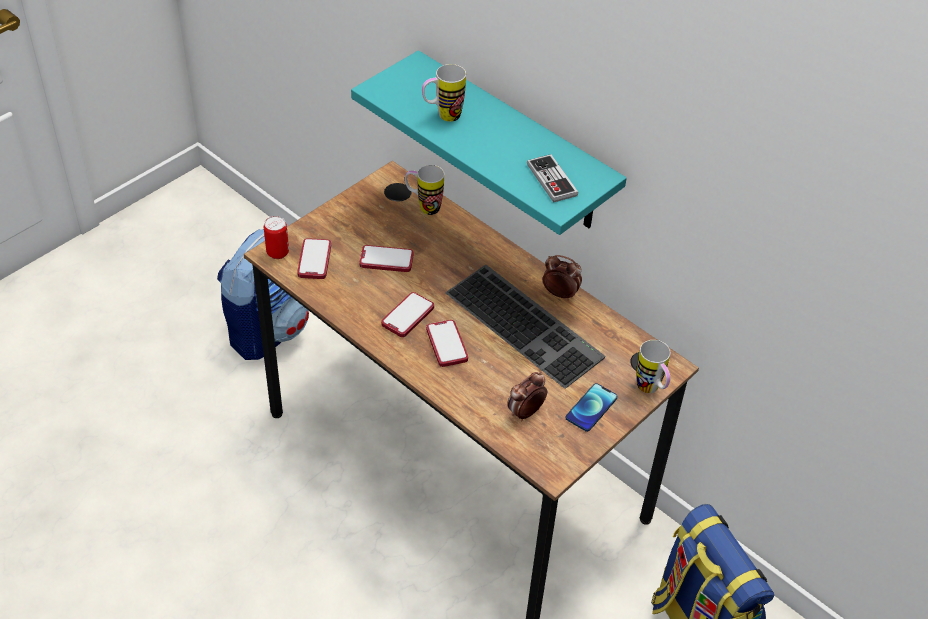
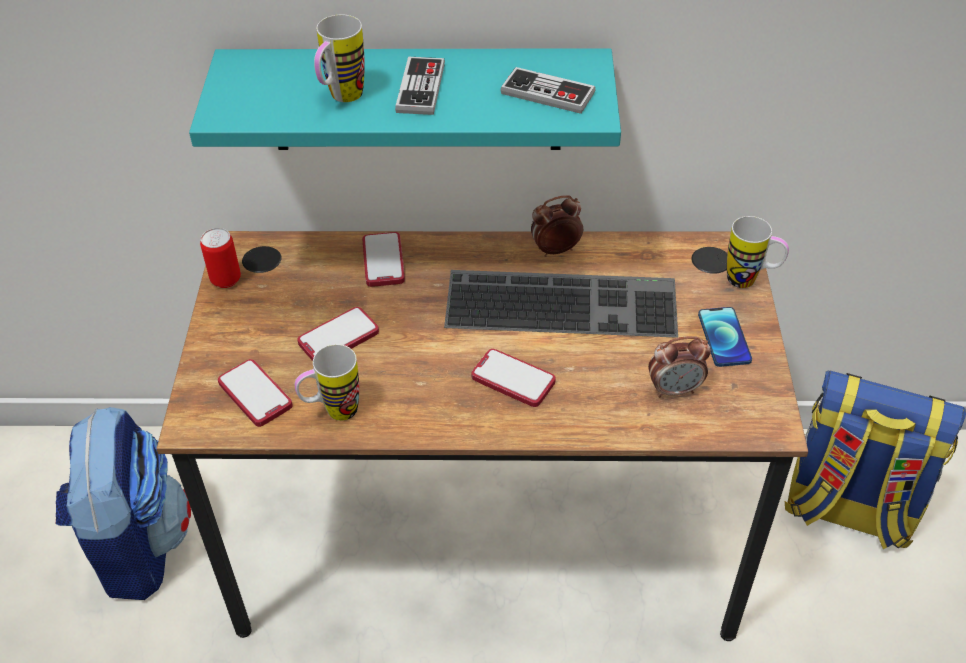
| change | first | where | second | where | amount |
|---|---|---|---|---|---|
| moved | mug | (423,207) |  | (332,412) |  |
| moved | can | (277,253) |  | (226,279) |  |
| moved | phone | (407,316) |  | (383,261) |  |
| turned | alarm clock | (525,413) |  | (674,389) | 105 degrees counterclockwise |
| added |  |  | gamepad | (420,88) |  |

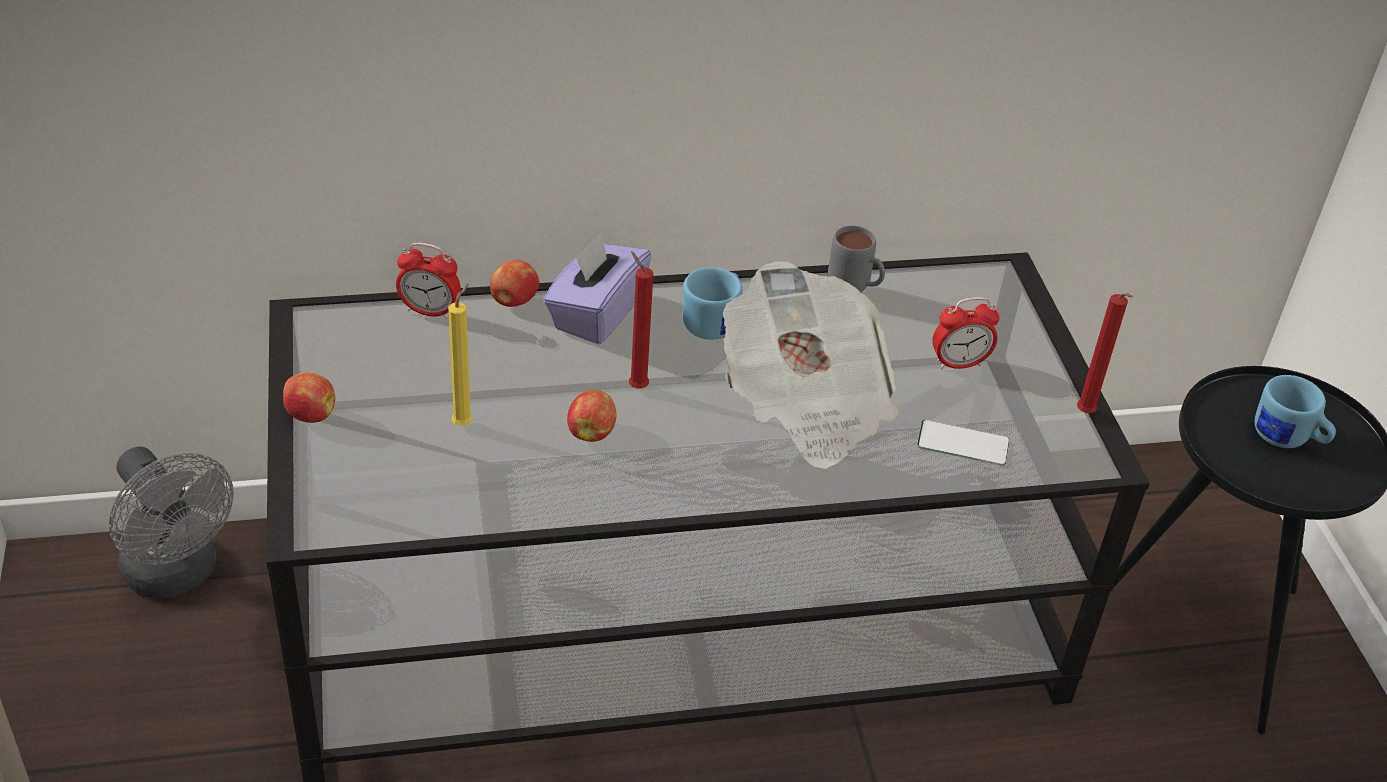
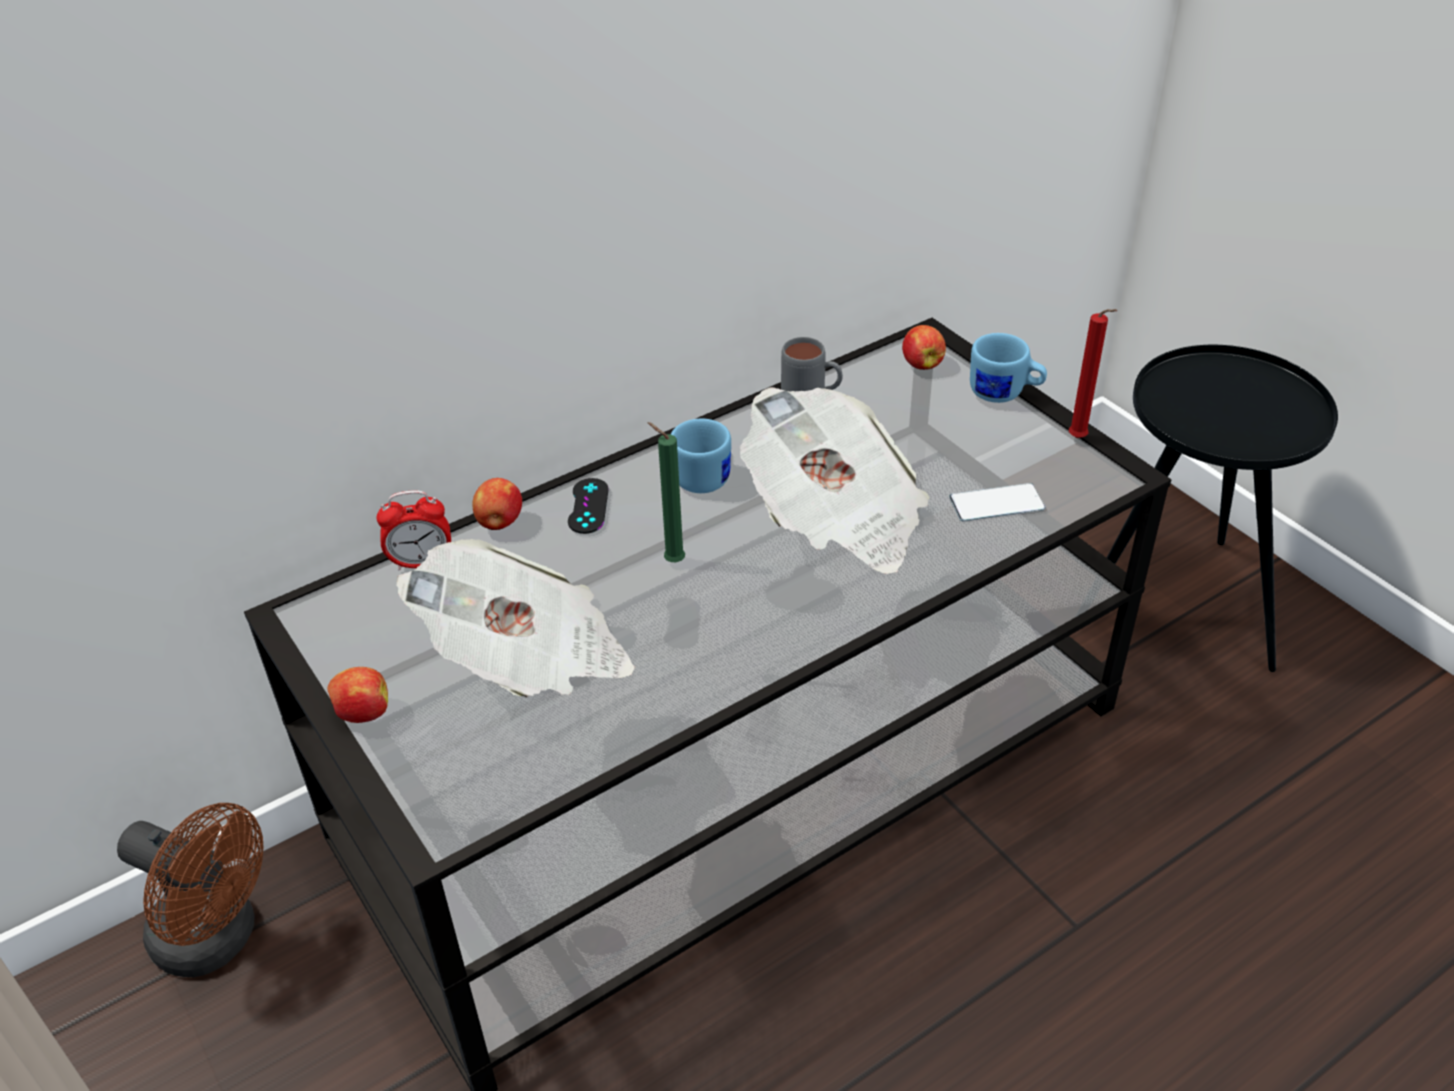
| change | first | where | second | where | amount |
|---|---|---|---|---|---|
| replaced | purple box of tissues | (596,314) | black-coloured gamepad | (588,506) |  |
| recoloured | red-coloured wax candle | (636,386) | green wax candle | (671,561) |  |
| replaced | yellow wax candle | (464,423) | newspaper | (528,660) |  |
| removed | alarm clock | (959,363) |  |  |  |
| moved | blue mug | (1287,439) |  | (1004,394) |  |
| moved | apple | (591,432) |  | (922,364) |  |
| recoloured | gray cooling fan | (177,575) | brownish cooling fan | (217,939) |  |

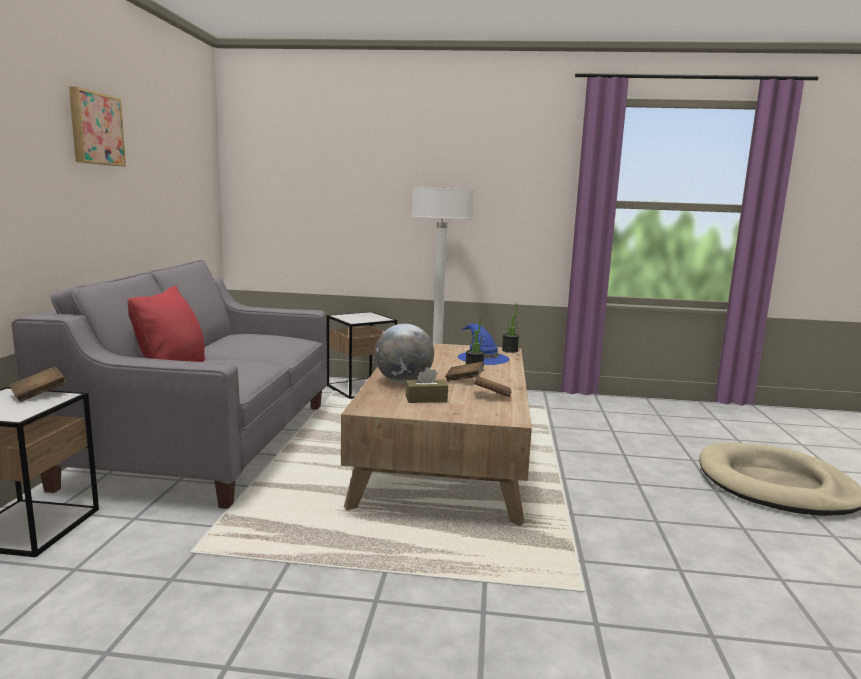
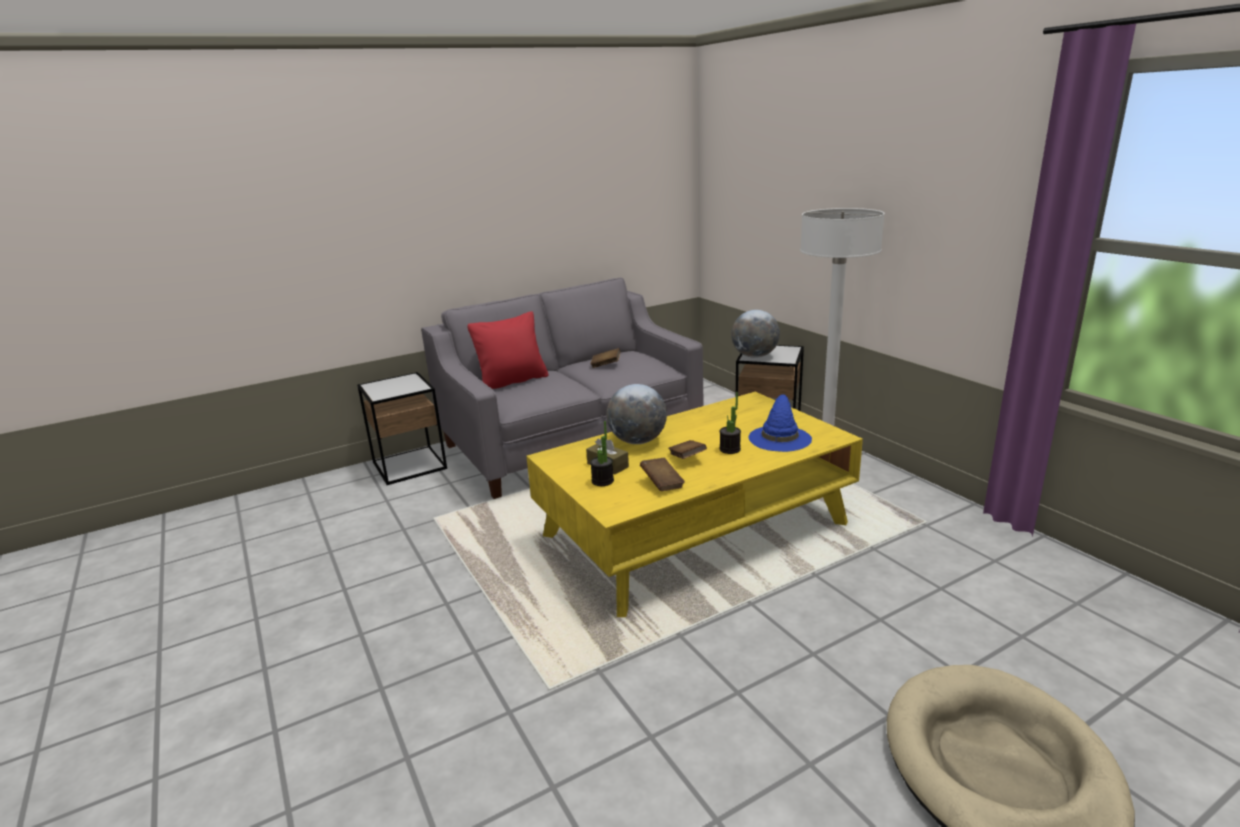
| change | first | where | second | where | amount |
|---|---|---|---|---|---|
| removed | picture | (95,129) |  |  |  |
| moved | houseplant | (510,350) |  | (602,481) |  |
| recoloured | brownish low table | (446,456) | yellow low table | (696,529) |  |
| moved | brownish bound book | (39,395) |  | (606,365) |  |
| added |  |  | globe | (754,356) |  |

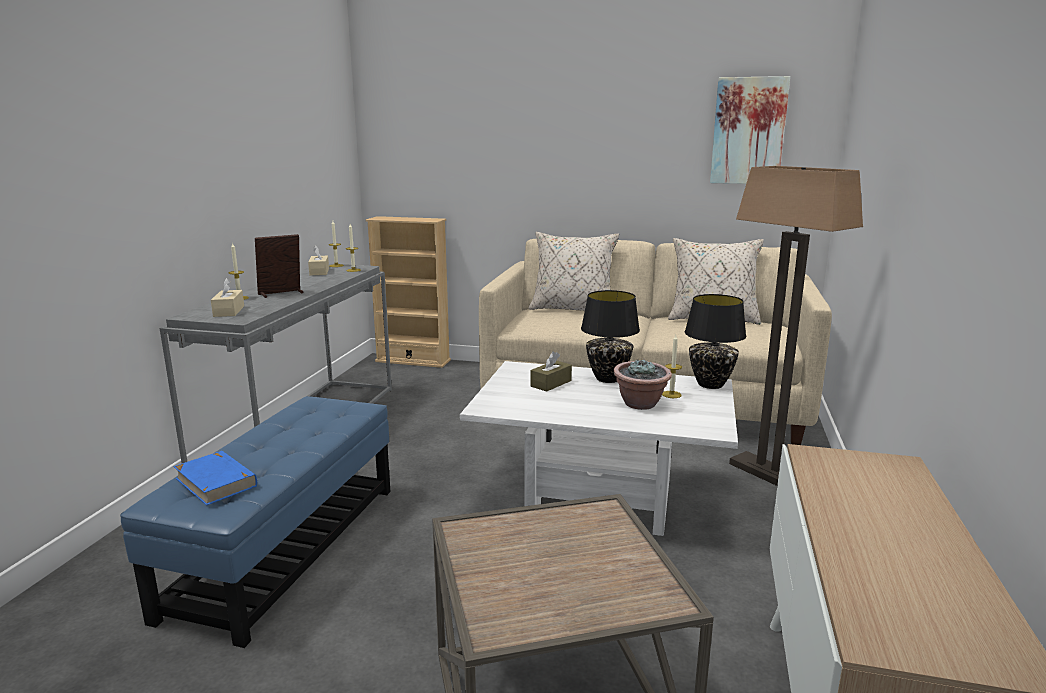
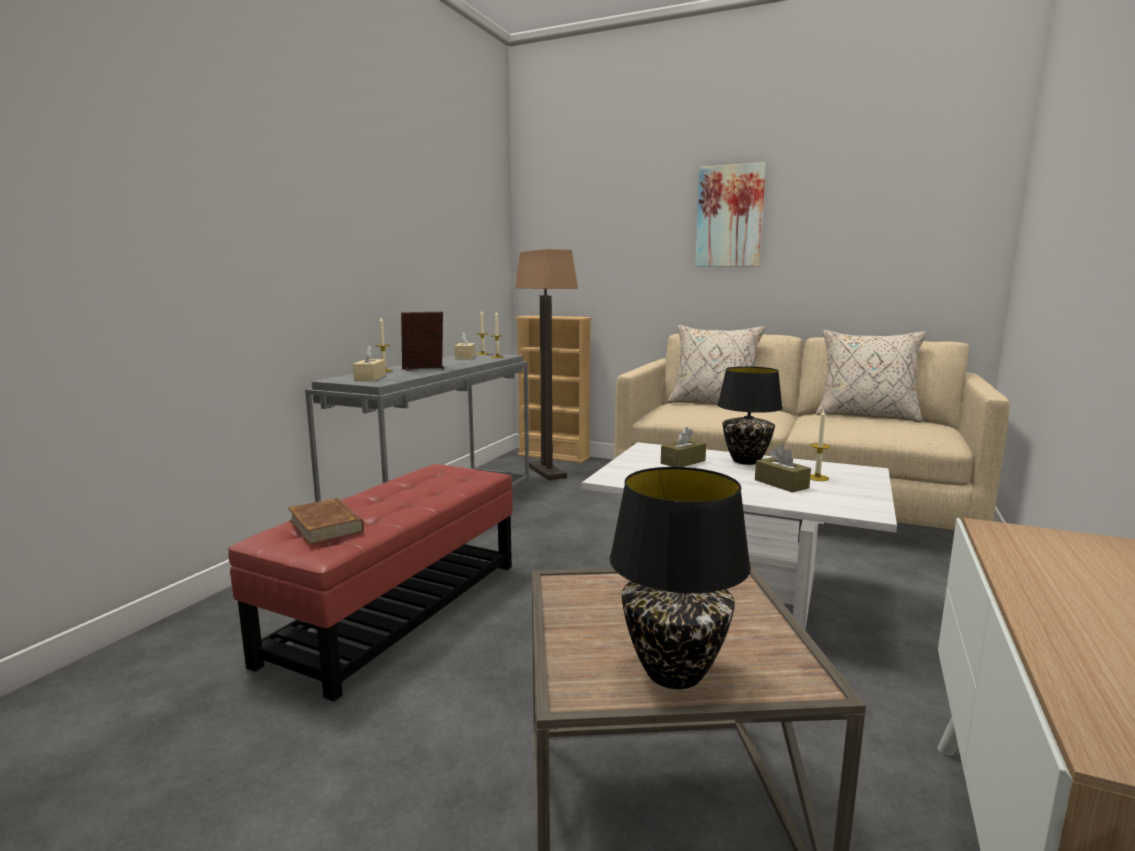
| change | first | where | second | where | amount |
|---|---|---|---|---|---|
| moved | picture | (748,131) |  | (730,216) |  |
| moved | standing lamp | (768,473) |  | (547,472) |  |
| moved | black-coloured lamp for a table | (711,385) |  | (674,674) |  |
| replaced | houseplant | (640,404) | brownish box of tissues | (781,484) |  |
| recoloured | blue footrest | (285,548) | red-coloured footrest | (397,609) |  |
| recoloured | blue bound book | (216,482) | brownish bound book | (326,526) |  |

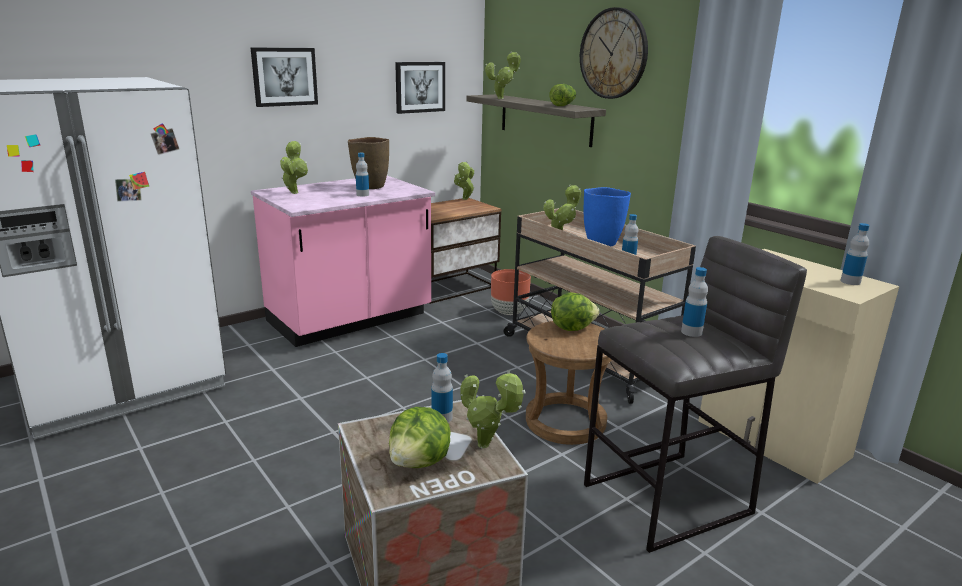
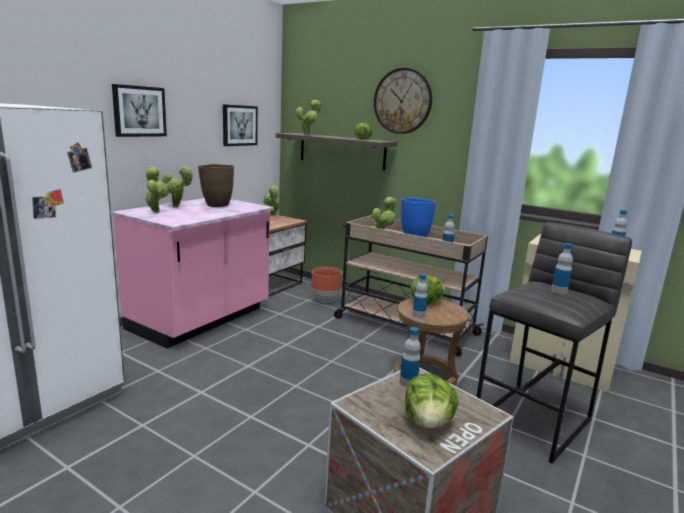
| change | first | where | second | where | amount |
|---|---|---|---|---|---|
| moved | beverage bottle | (362,195) |  | (418,315) |  |
| moved | houseplant | (487,446) |  | (177,206) |  |

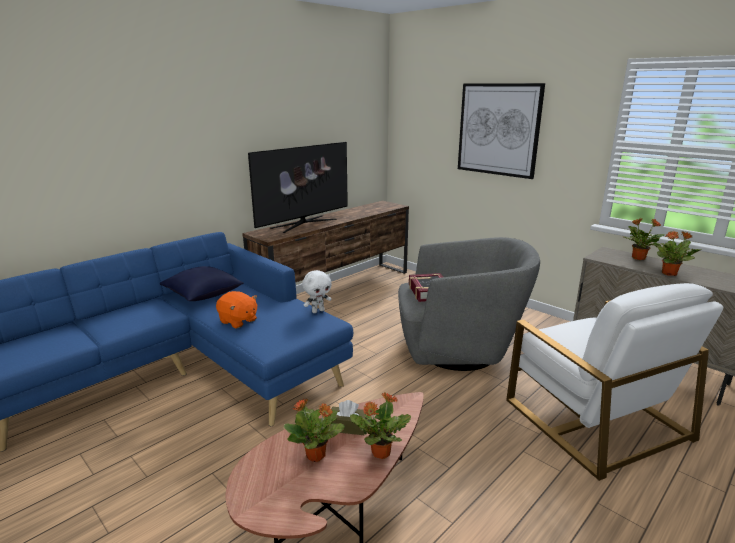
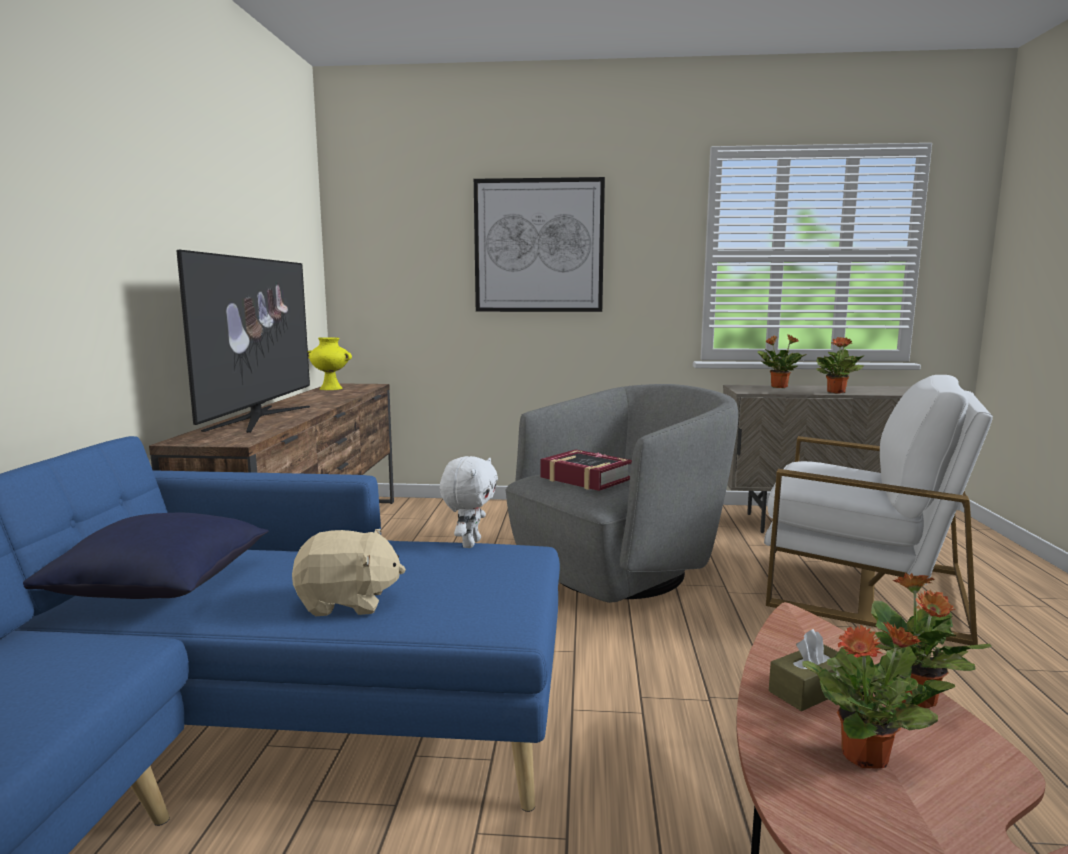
| change | first | where | second | where | amount |
|---|---|---|---|---|---|
| recoloured | orange-coloured plush toy | (238,321) | beige plush toy | (348,602) |  |
| added |  |  | yellow decorative vase | (331,388) |  |

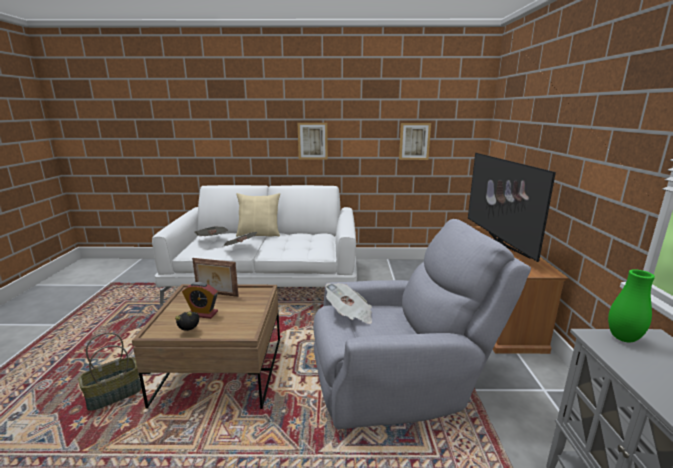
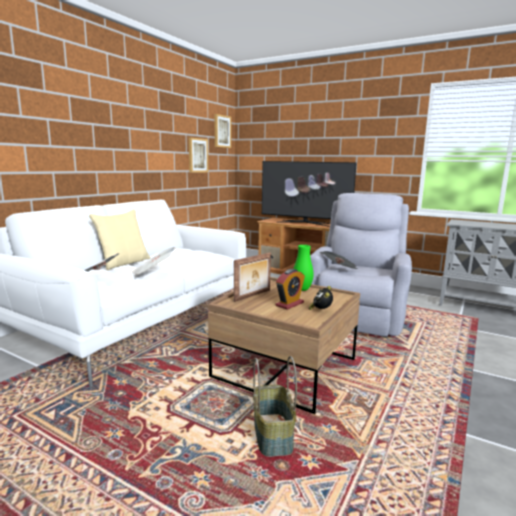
| change | first | where | second | where | amount |
|---|---|---|---|---|---|
| moved | picture | (312,141) |  | (222,131) |  |
| moved | green decorative vase | (623,338) |  | (302,289) |  |

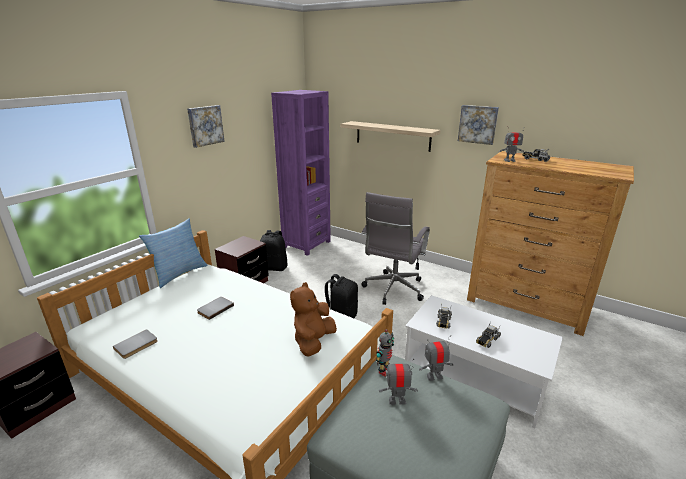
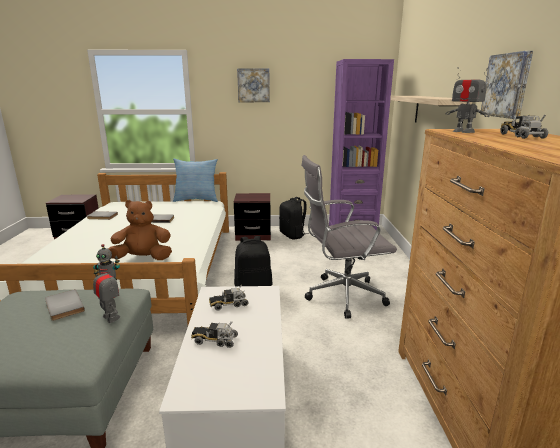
| change | first | where | second | where | amount |
|---|---|---|---|---|---|
| replaced | model robot | (397,400) | gray bound book | (63,307) |  |

